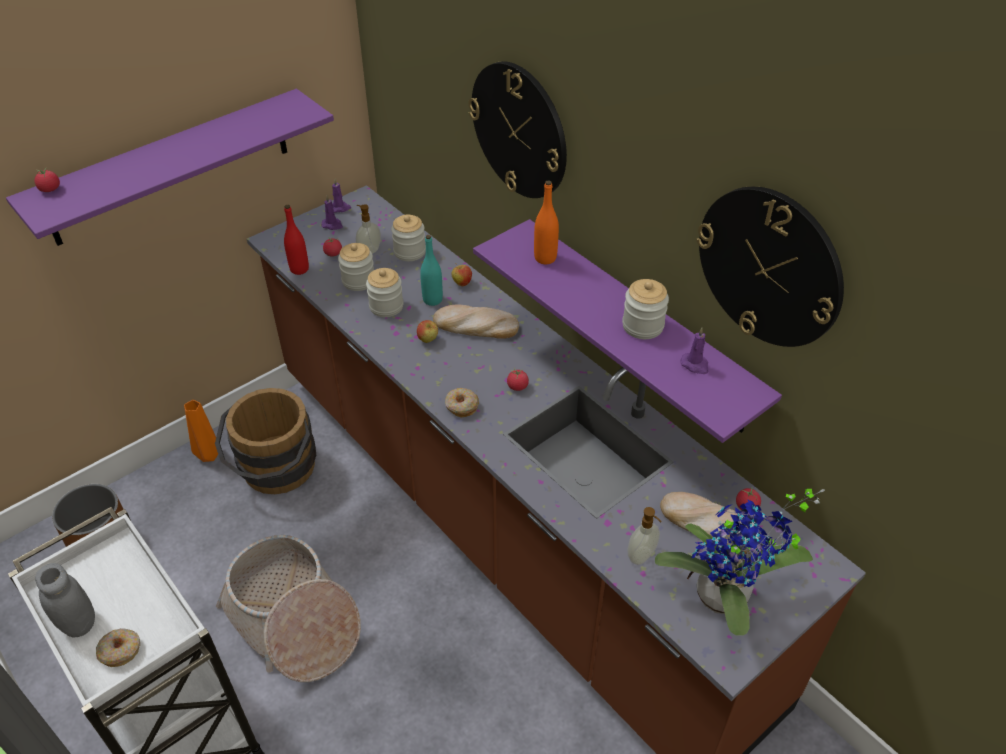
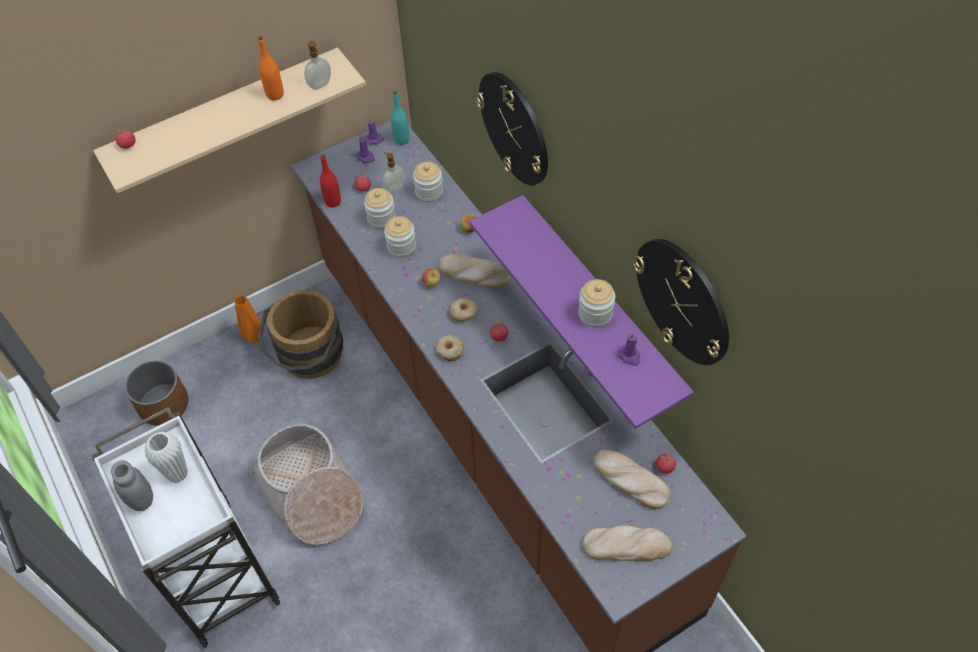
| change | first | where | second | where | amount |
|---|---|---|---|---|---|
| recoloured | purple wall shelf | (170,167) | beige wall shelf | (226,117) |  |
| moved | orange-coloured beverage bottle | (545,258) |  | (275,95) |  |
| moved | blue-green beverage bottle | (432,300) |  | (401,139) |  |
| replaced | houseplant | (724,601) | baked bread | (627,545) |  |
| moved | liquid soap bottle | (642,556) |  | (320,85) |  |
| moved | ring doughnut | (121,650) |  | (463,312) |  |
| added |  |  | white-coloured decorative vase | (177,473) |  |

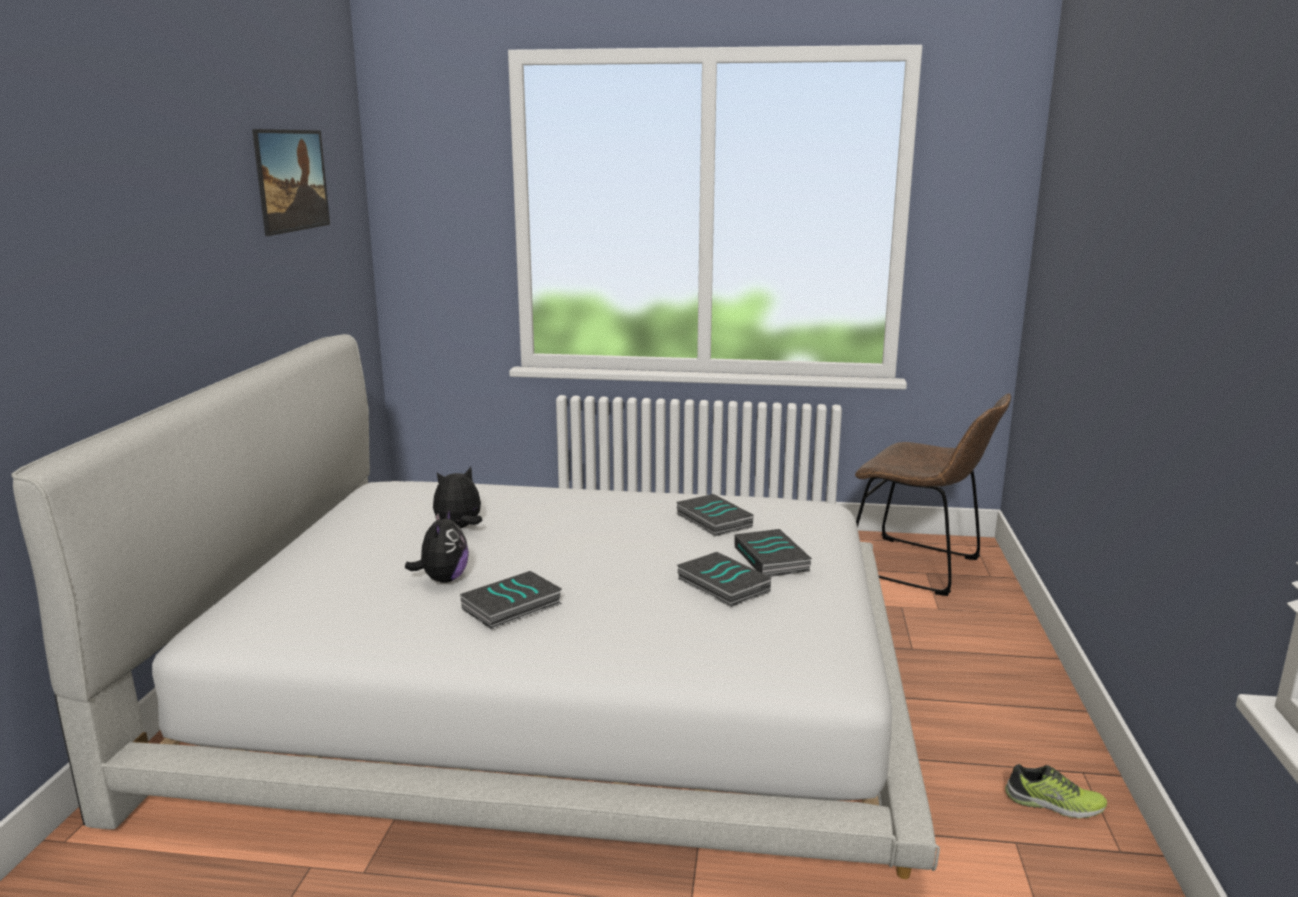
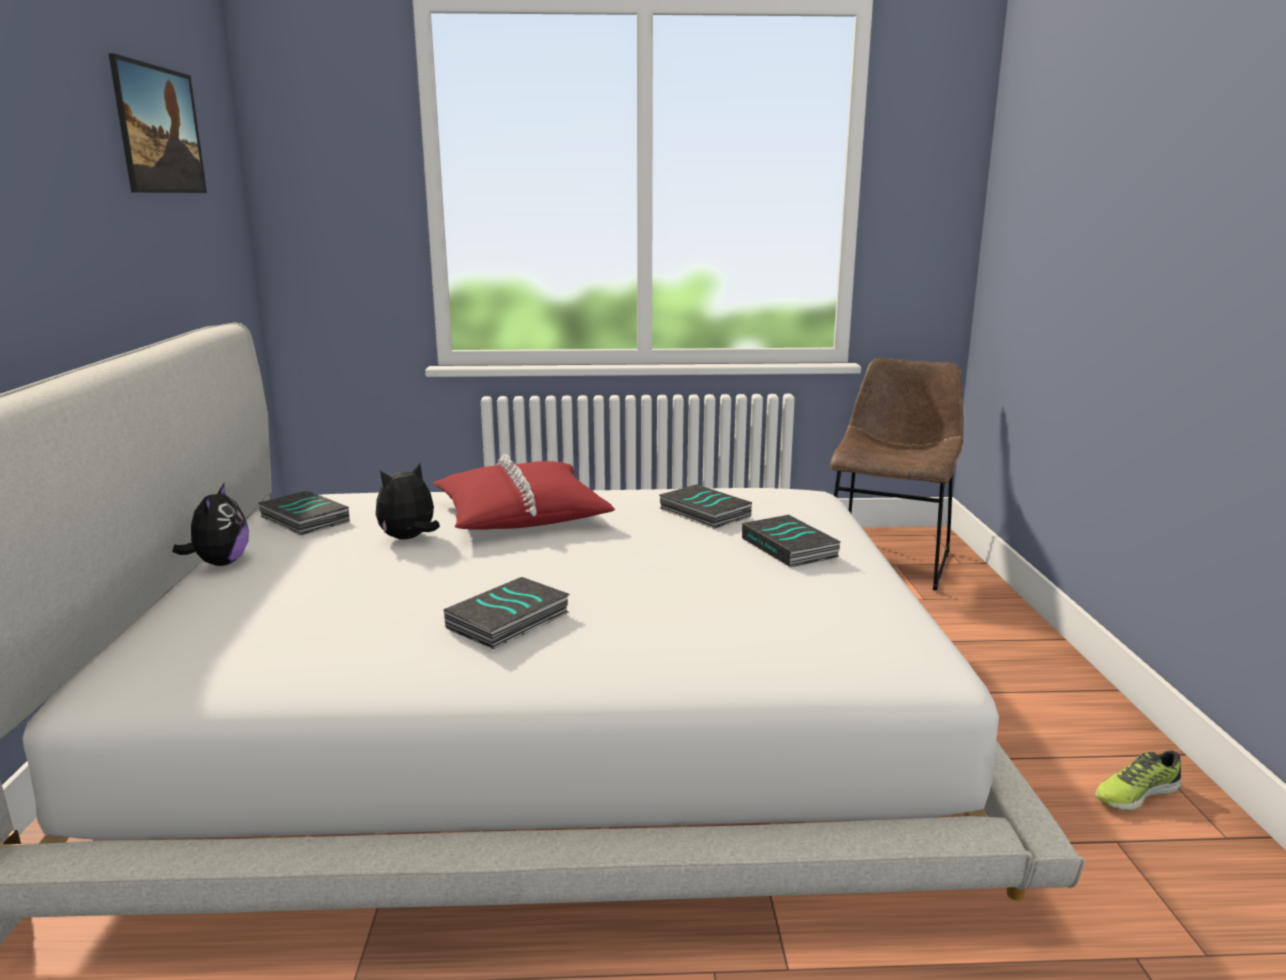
| change | first | where | second | where | amount |
|---|---|---|---|---|---|
| turned | brownish plain chair | (921,567) |  | (889,560) | 90 degrees counterclockwise |
| moved | plush toy | (443,579) |  | (220,563) |  |
| moved | bound book | (721,585) |  | (302,519) |  |
| turned | shoe | (1054,804) |  | (1135,793) | 150 degrees clockwise |
| added |  |  | red-coloured pillow | (520,514) |  |

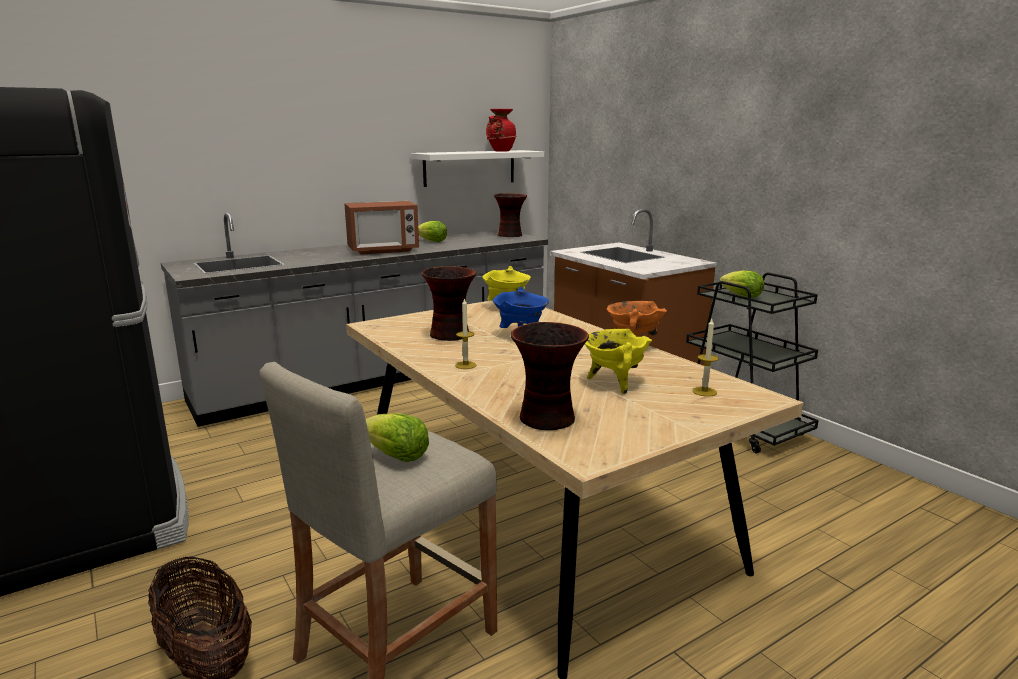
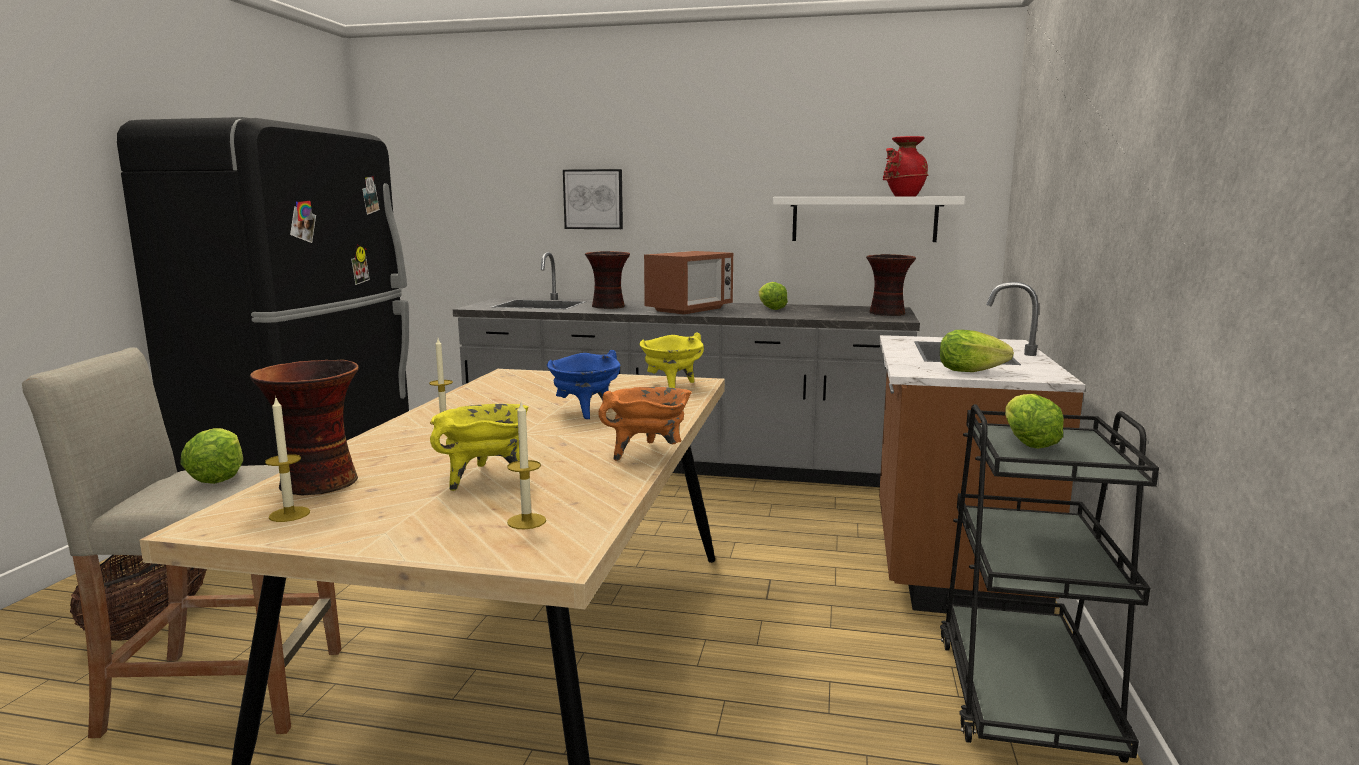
| change | first | where | second | where | amount |
|---|---|---|---|---|---|
| turned | microwave oven | (383,250) |  | (689,309) | 75 degrees counterclockwise |
| moved | decorative vase | (451,335) |  | (608,307) |  |
| added |  |  | picture | (593,199) |  |
| added |  |  | lettuce head | (969,371) |  |
| added |  |  | wax candle | (289,514) |  |

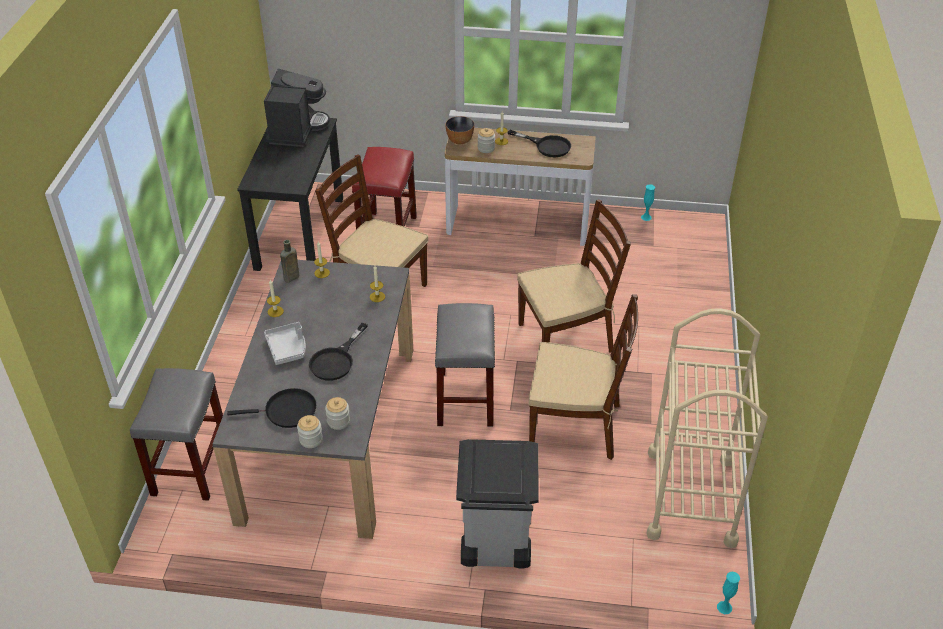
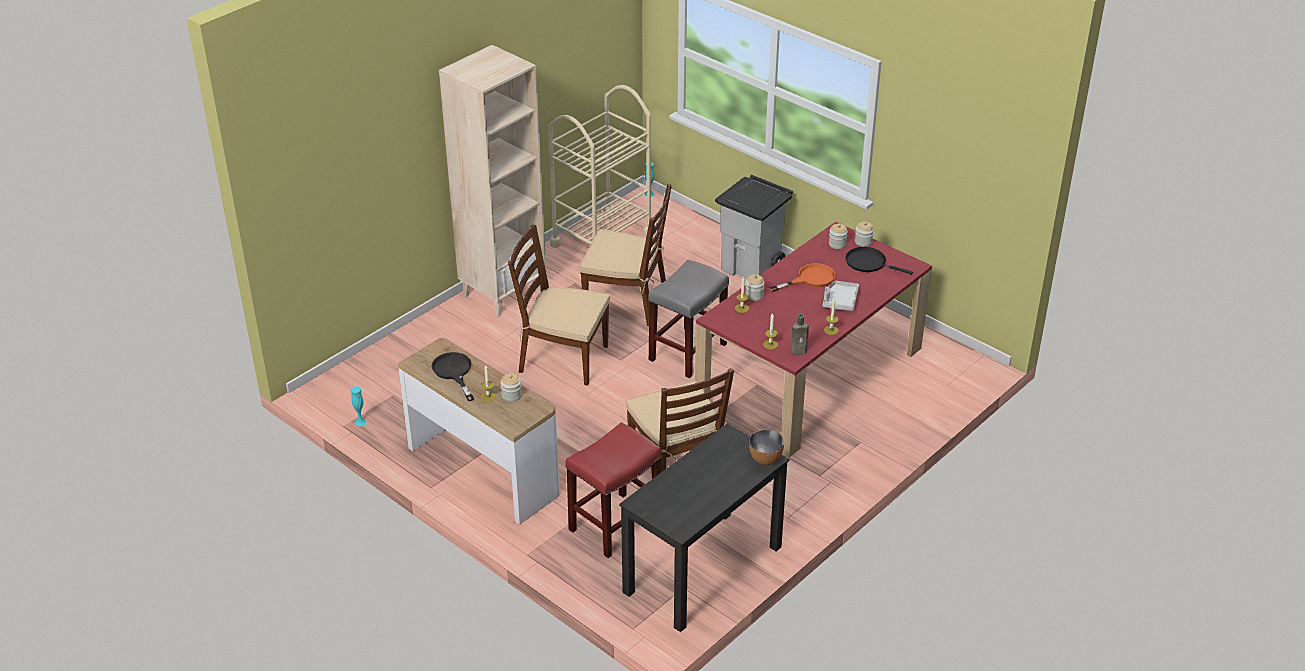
| change | first | where | second | where | amount |
|---|---|---|---|---|---|
| removed | coffee maker | (296,130) |  |  |  |
| moved | deep dish | (459,141) |  | (765,459) |  |
| recoloured | gray dining table | (330,431) | red-coloured dining table | (809,375) |  |
| turned | brownish plain chair | (576,425) |  | (627,303) | 150 degrees clockwise |
| recoloured | black-coloured frying pan | (336,360) | orange-coloured frying pan | (810,279) |  |
| removed | gray sitting stool | (190,466) |  |  |  |
| added |  |  | beige bookshelf | (503,292) |  |
| added |  |  | preserve jar | (754,295) |  |

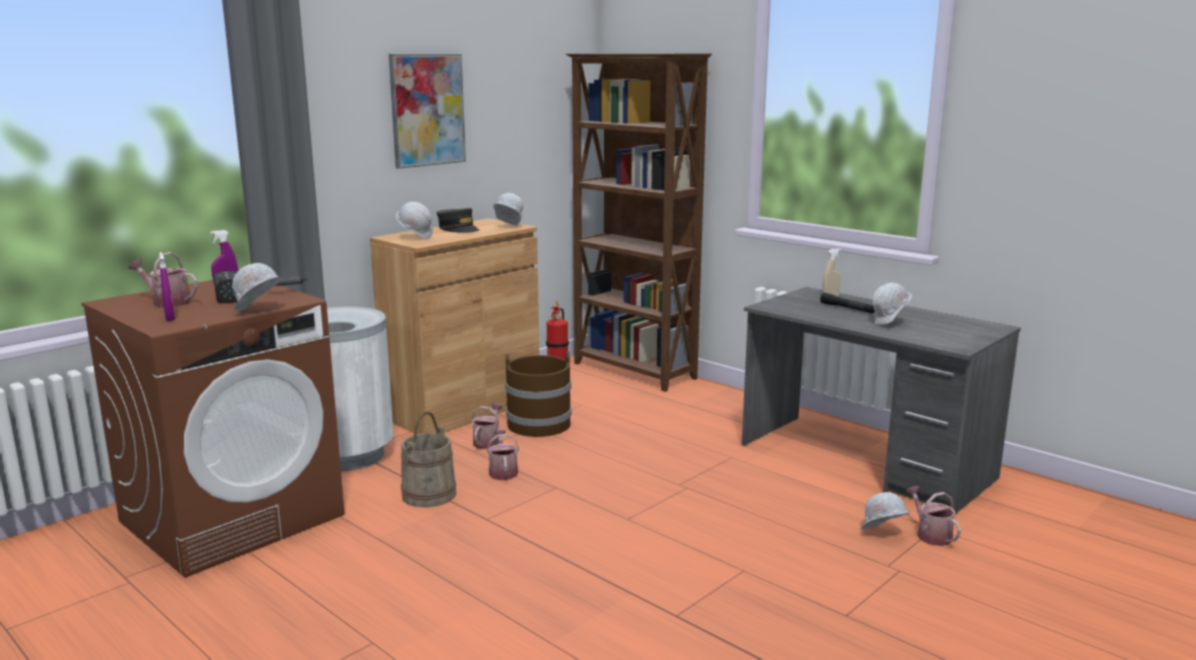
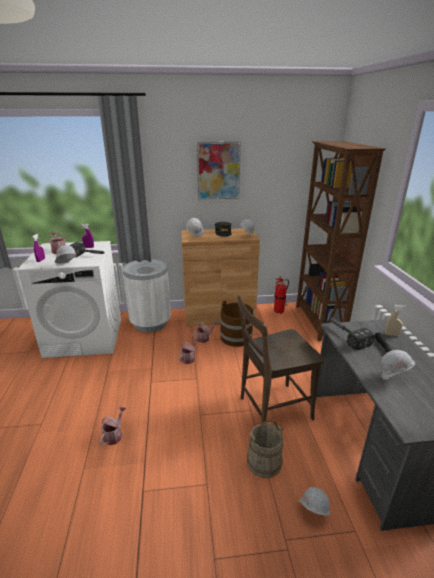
| change | first | where | second | where | amount |
|---|---|---|---|---|---|
| recoloured | brownish washing machine | (233,517) | white-coloured washing machine | (85,337) |  |
| moved | beige water bucket | (428,494) |  | (264,461) |  |
| moved | watering pot | (930,534) |  | (114,435) |  |
| added |  |  | brownish plain chair | (271,409) |  |
| added |  |  | hand hammer | (345,335) |  |

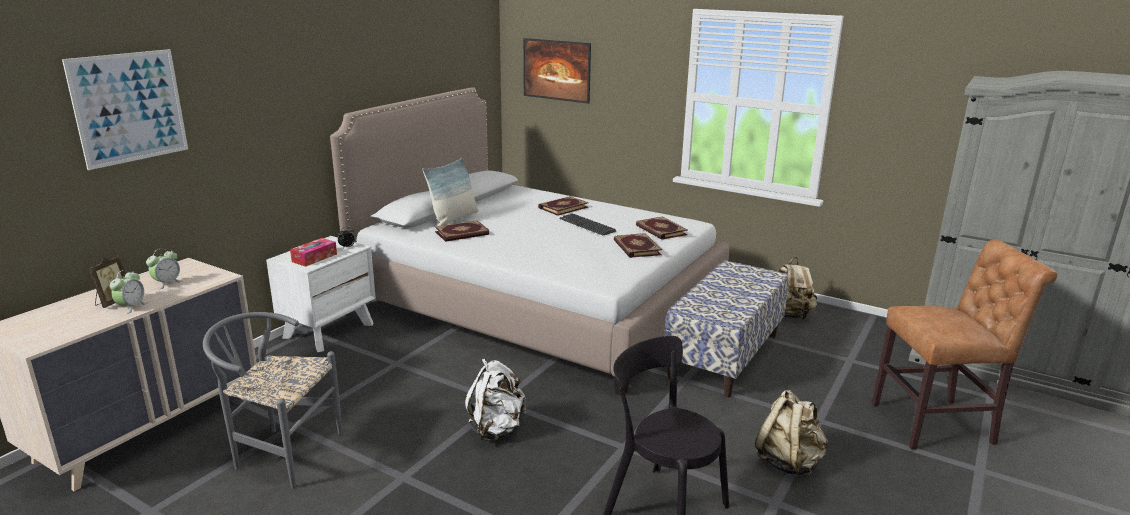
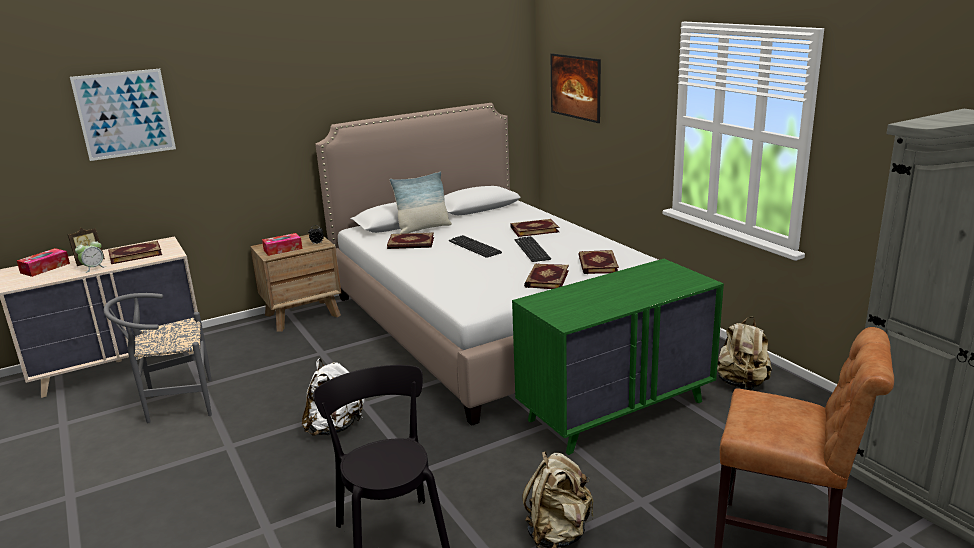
| change | first | where | second | where | amount |
|---|---|---|---|---|---|
| recoloured | white-coloured bedside table | (329,330) | brownish bedside table | (303,315) |  |
| replaced | alarm clock | (167,283) | bound book | (135,254) |  |
| replaced | long seat | (724,355) | green drawer chest | (616,410) |  |
| turned | gray plain chair | (280,452) |  | (174,404) | 60 degrees counterclockwise |
| added |  |  | PC keyboard | (474,247) |  |
| added |  |  | box of tissues | (45,268) |  |

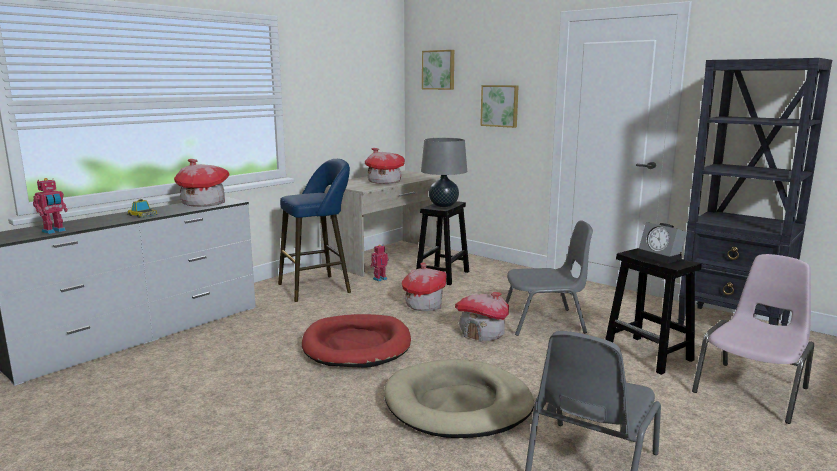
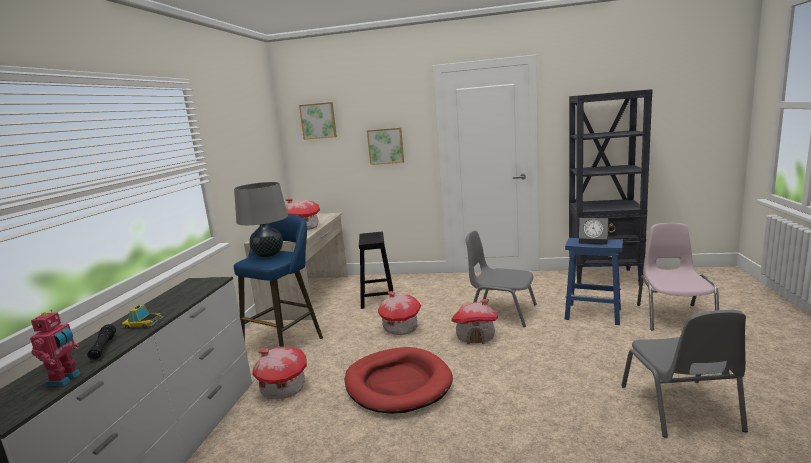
| change | first | where | second | where | amount |
|---|---|---|---|---|---|
| moved | gray lamp for a table | (443,205) |  | (268,255) |  |
| moved | toy house | (203,204) |  | (282,389) |  |
| turned | gray plain chair | (544,322) |  | (501,312) | 120 degrees counterclockwise |
| removed | model robot | (379,279) |  |  |  |
| recoloured | black-coloured sitting stool | (649,355) | blue sitting stool | (594,314) |  |
| removed | beige dog bed | (458,404) |  |  |  |
| added |  |  | black-coloured hand torch | (103,347) |  |

